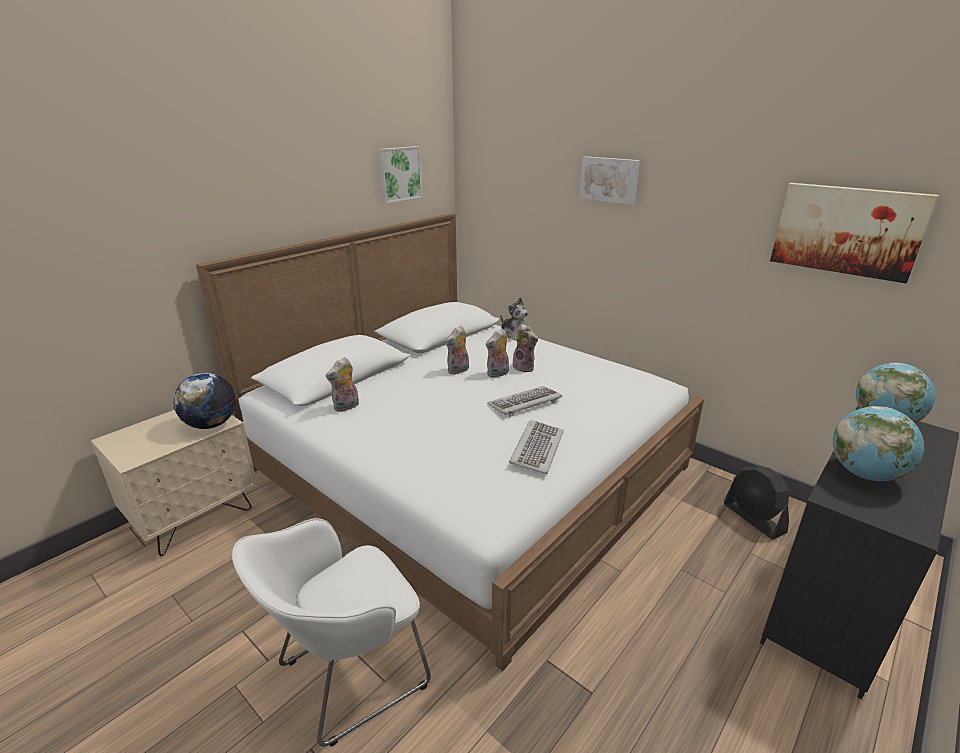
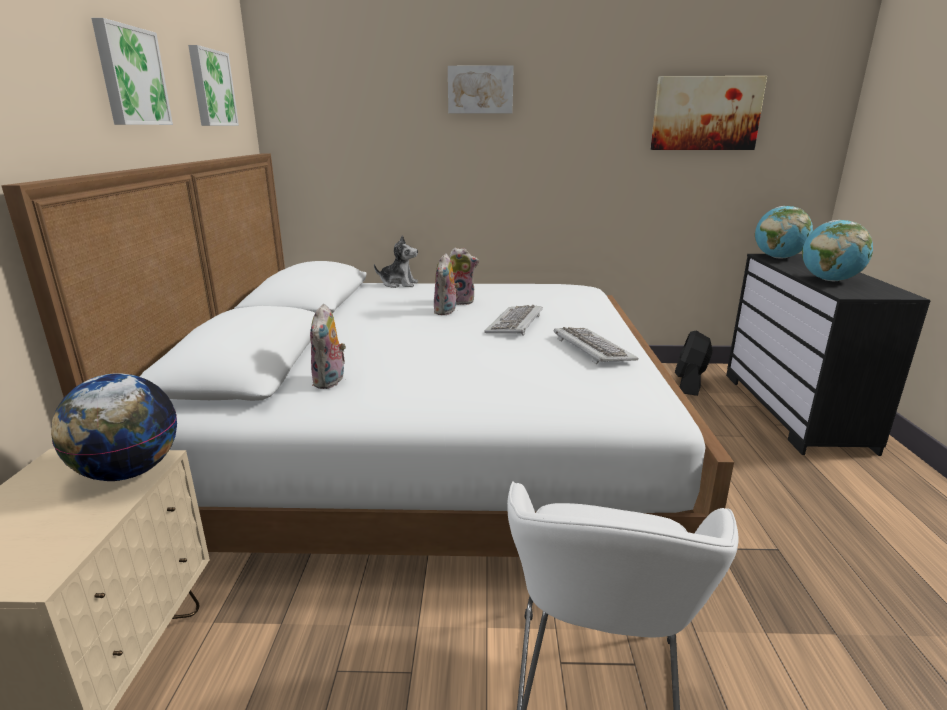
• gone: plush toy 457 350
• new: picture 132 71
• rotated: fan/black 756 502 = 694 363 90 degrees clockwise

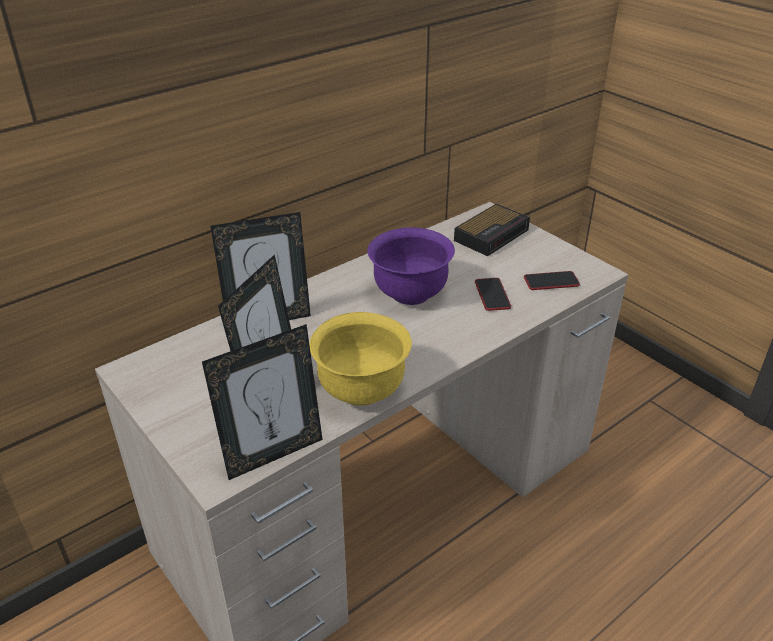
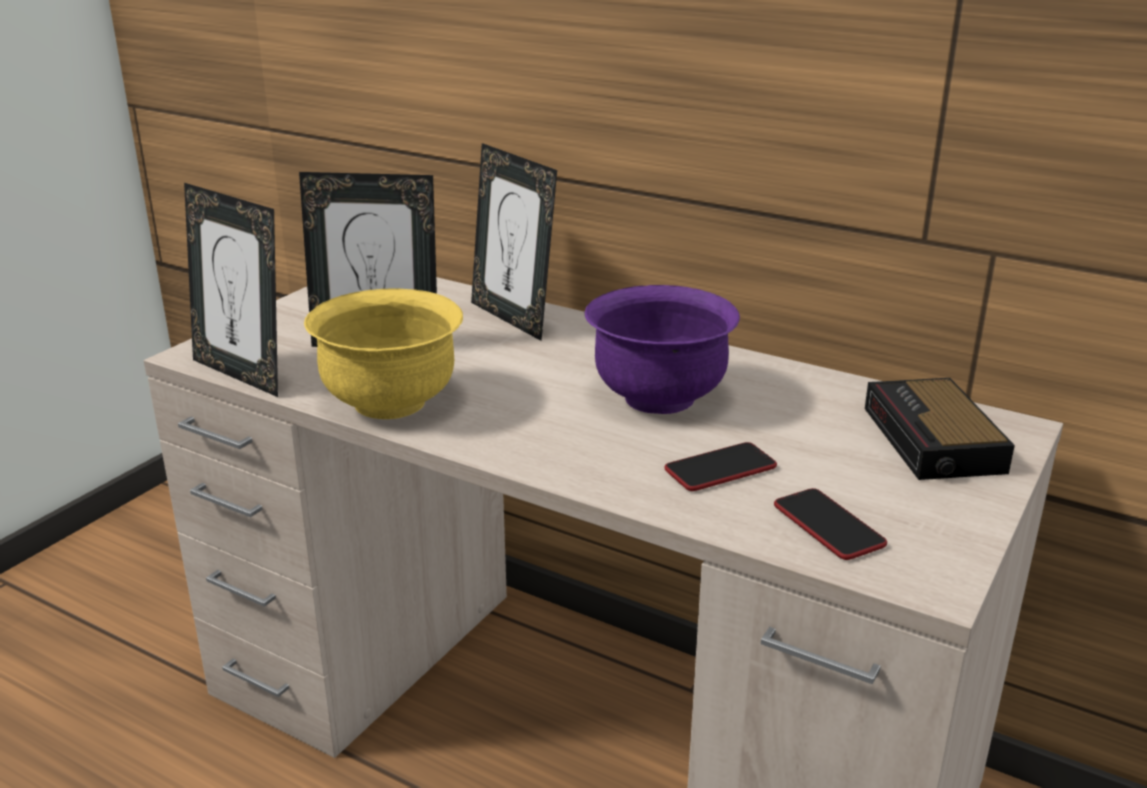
• rotated: bedside clock 492 230 = 940 429 60 degrees clockwise

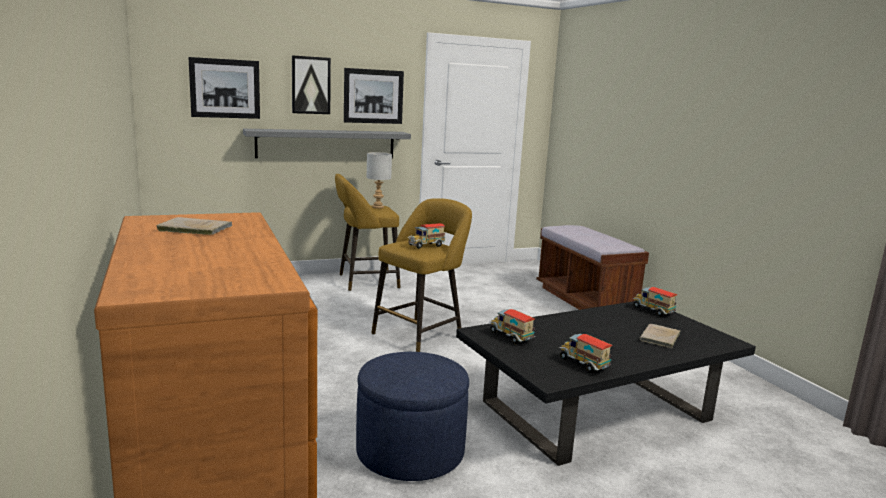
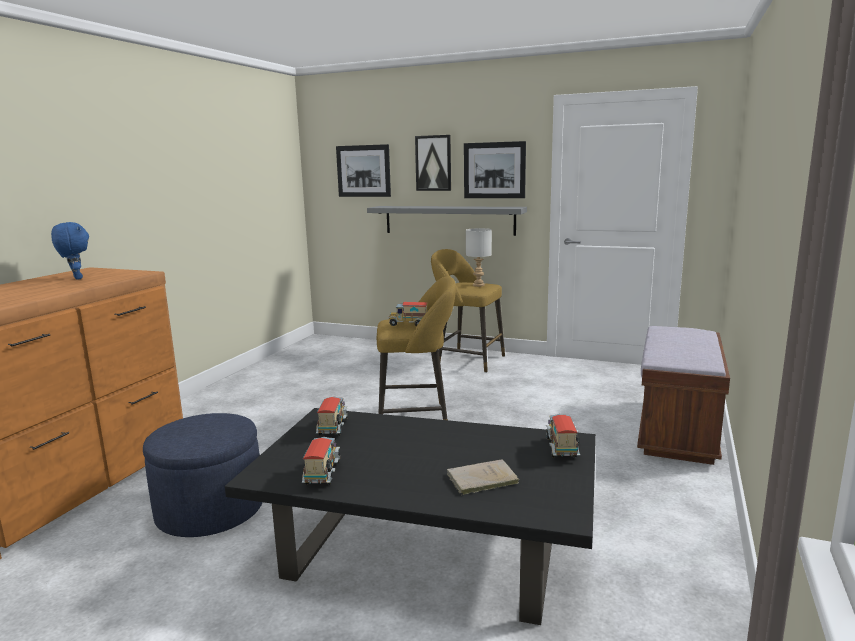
• swapped: book/beige 194 226 to plush toy/bluish 70 251

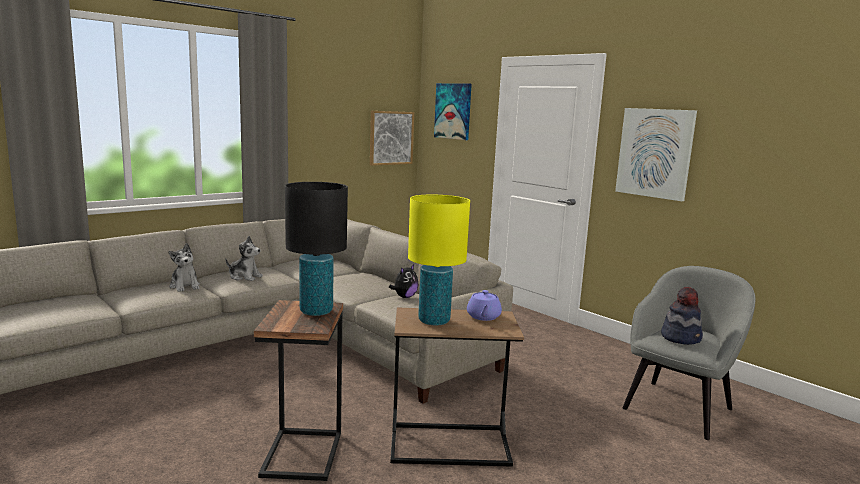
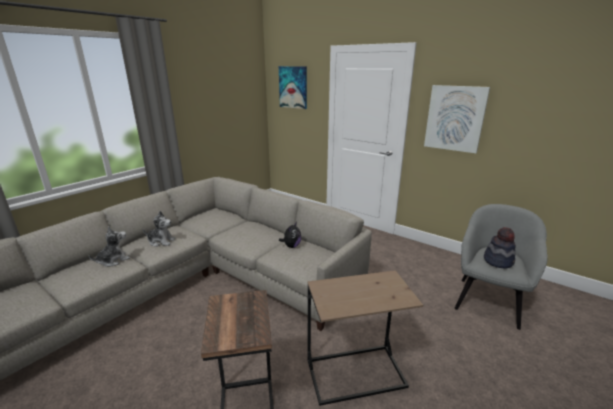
• gone: table lamp/black 316 249
• gone: picture 392 138
• gone: table lamp/yellow 439 260
• gone: tea pot/purplish 484 305
• rotated: plush toy 184 267 = 109 246 90 degrees counterclockwise

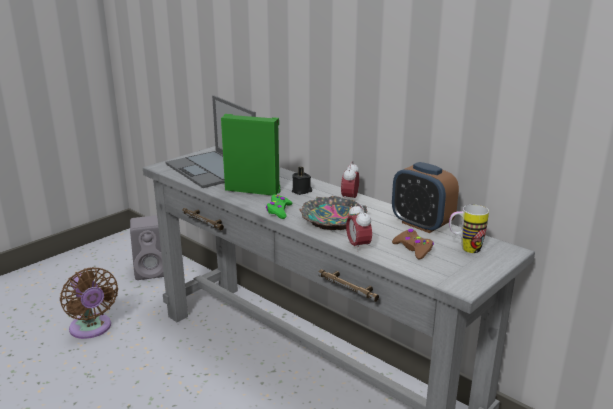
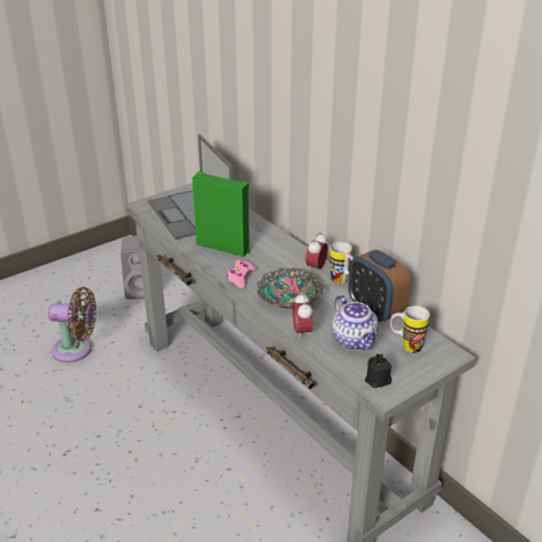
• new: mug 341 263
• shifted: wax light/black 302 181 to 378 370
• swapped: gamepad/brown 413 244 to tea pot 355 322
• repainted: gamepad/greenish 279 207 to gamepad/pinkish 241 274
• rotated: fan/brown 89 303 = 72 325 60 degrees counterclockwise

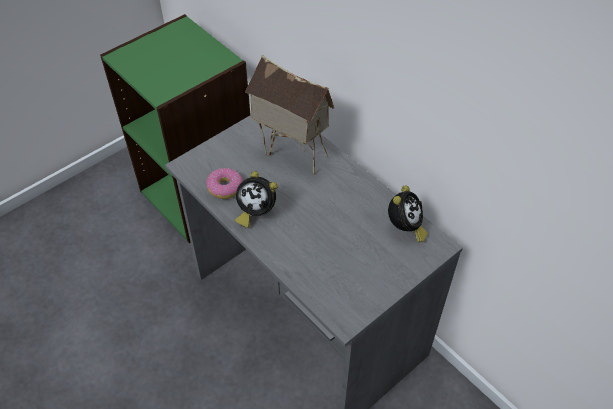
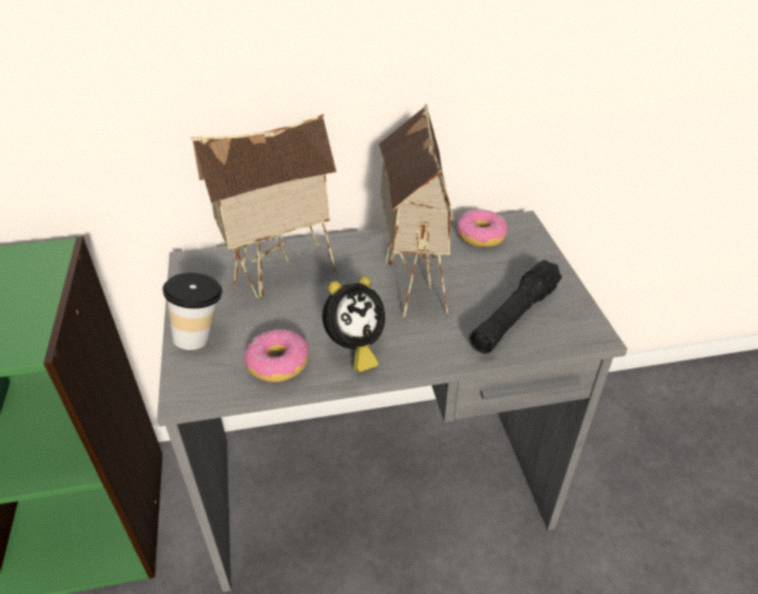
• new: drinking cup 192 311
• new: model house 417 210
• new: torch/black 516 307
• swapped: bedside clock 408 213 to ring doughnut 482 228

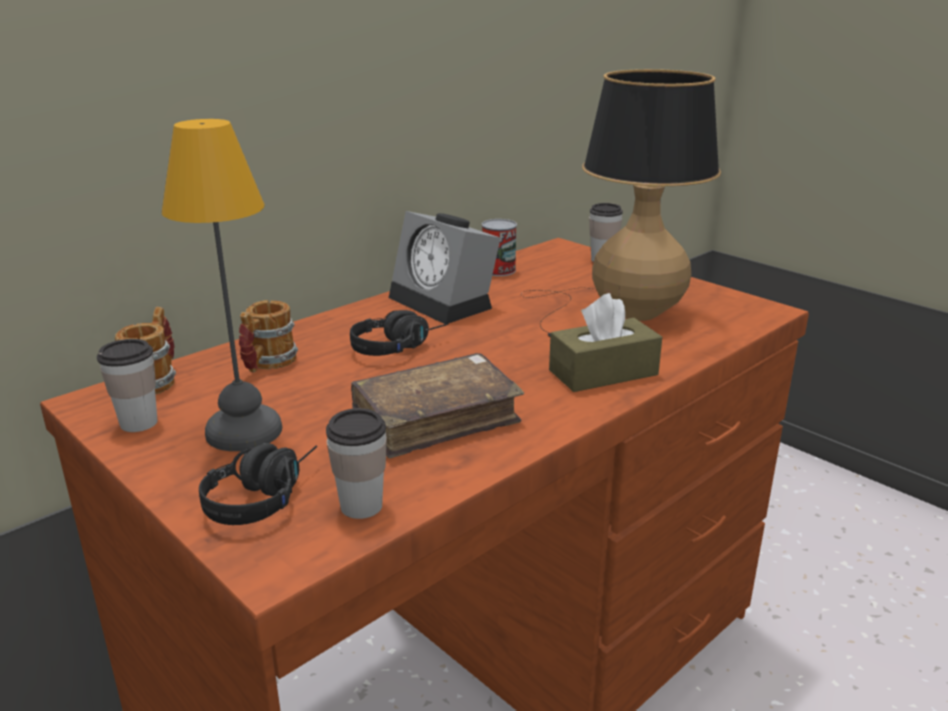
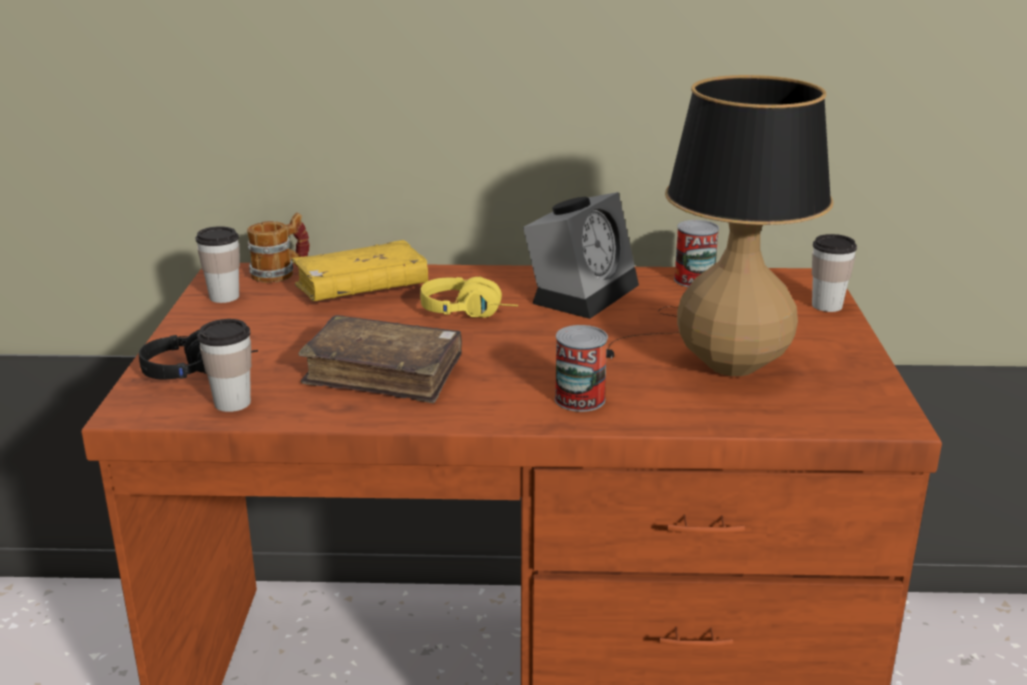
• gone: table lamp 222 285
• swapped: mug 268 336 to book/yellow 360 270
• swapped: box of tissues/brown 605 342 to sealed can 581 368
• repainted: headphones/black 399 333 to headphones/yellow 469 297
• rotated: bedside clock 445 267 = 581 255 150 degrees counterclockwise

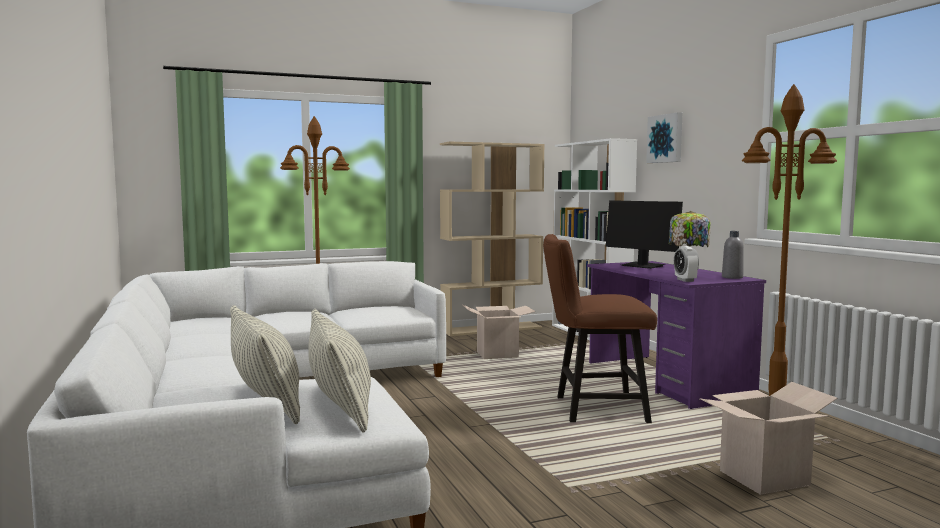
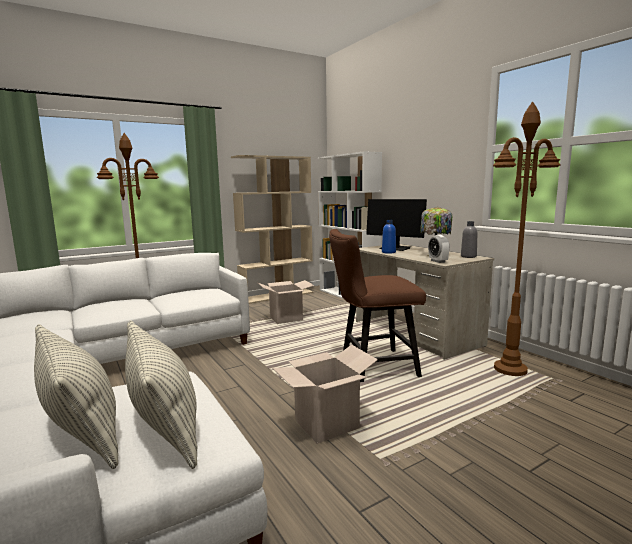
• gone: picture 664 137
• new: beverage bottle/bluish 389 237
• shifted: carton 768 438 to 325 394
• repainted: desk/purplish 676 335 to desk/beige 425 302

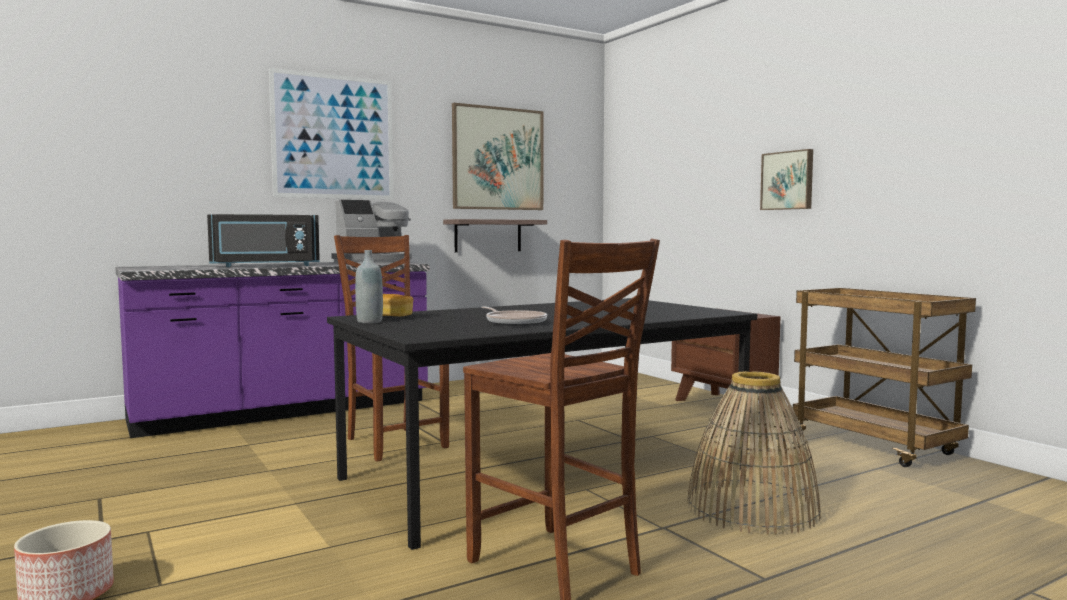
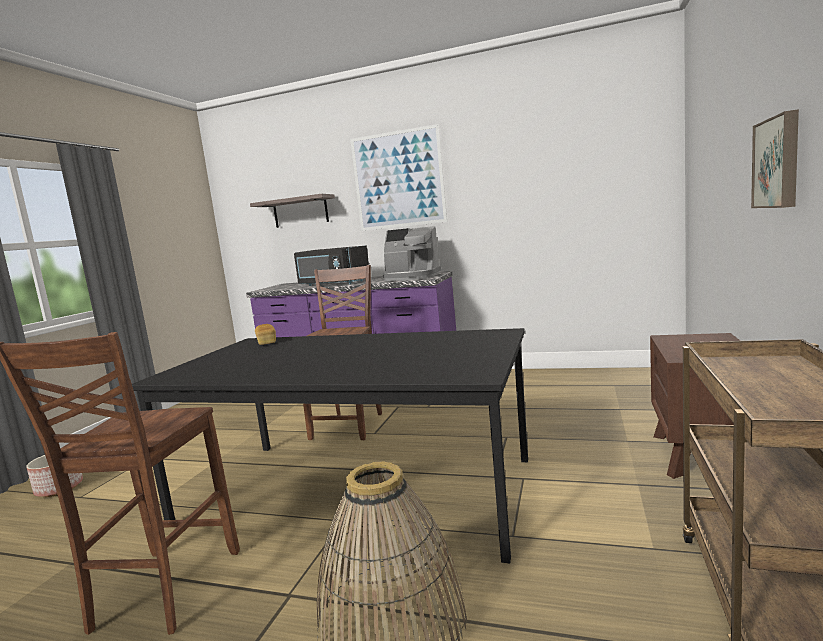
• gone: beverage bottle/greyish 369 286
• gone: picture 497 156
• gone: skillet 514 316
• shifted: bracket shelf 495 235 to 292 211

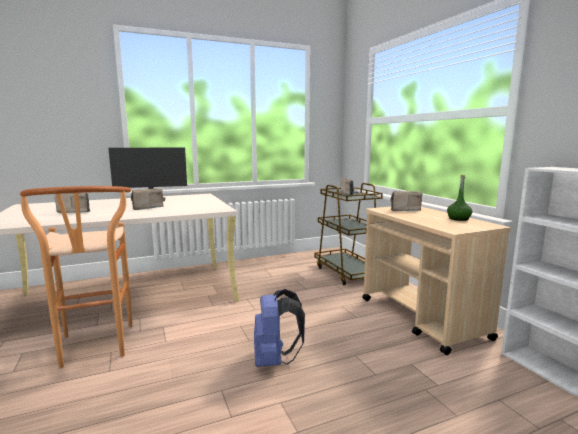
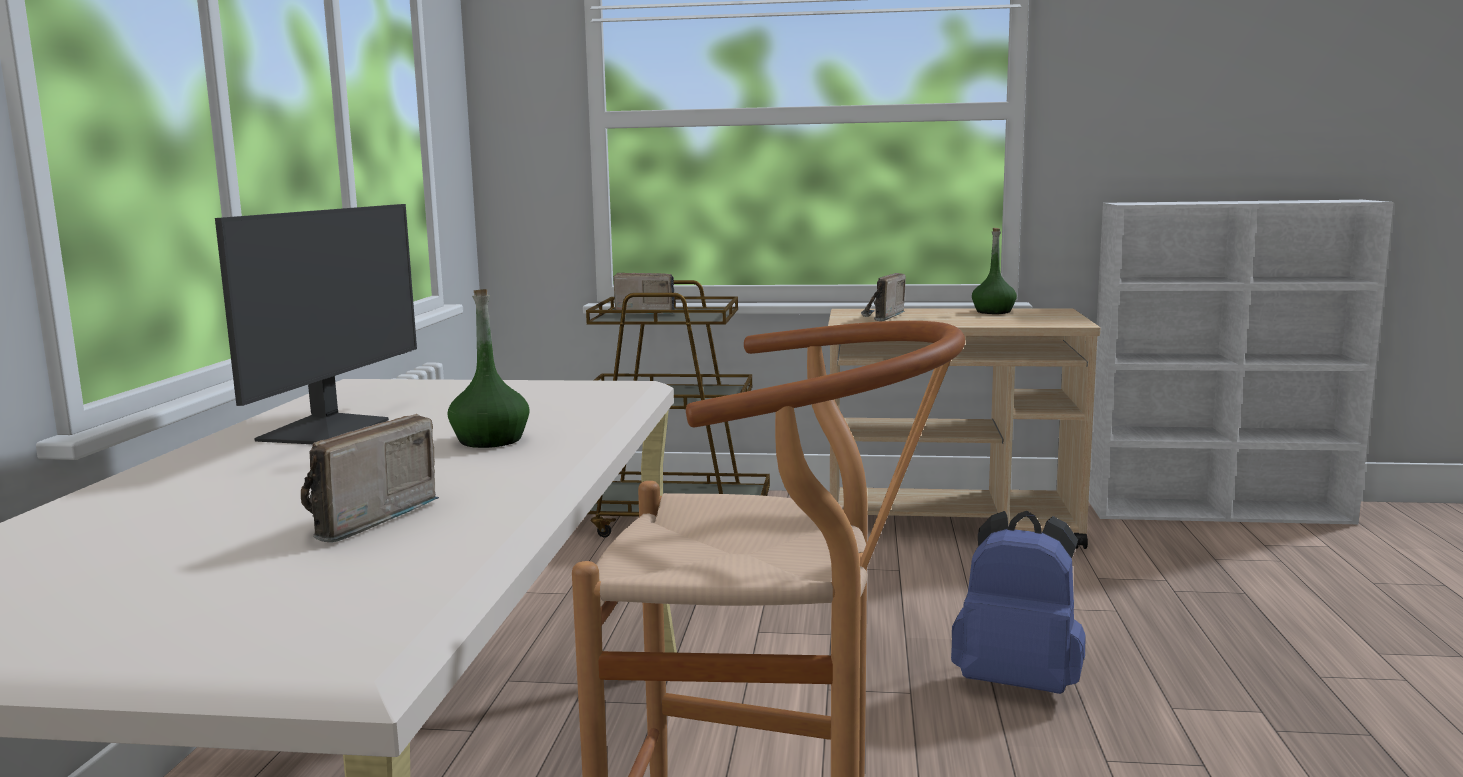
• swapped: radio receiver 147 199 to beverage bottle/greenish 489 368

